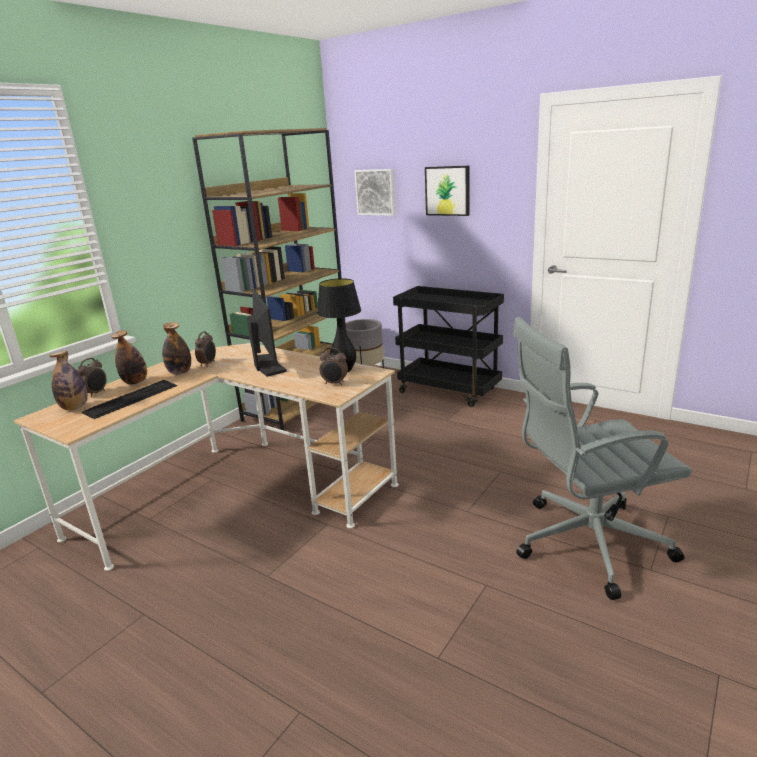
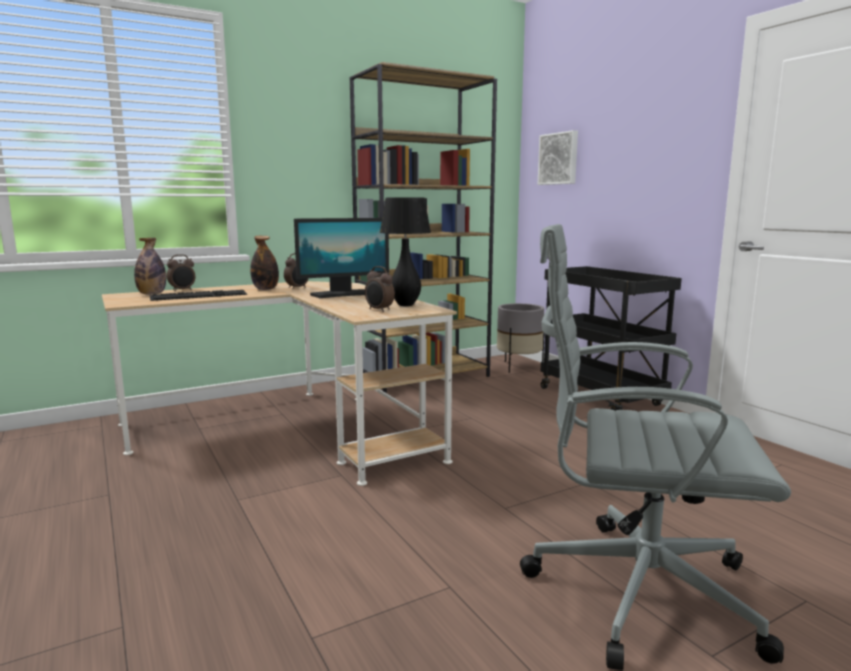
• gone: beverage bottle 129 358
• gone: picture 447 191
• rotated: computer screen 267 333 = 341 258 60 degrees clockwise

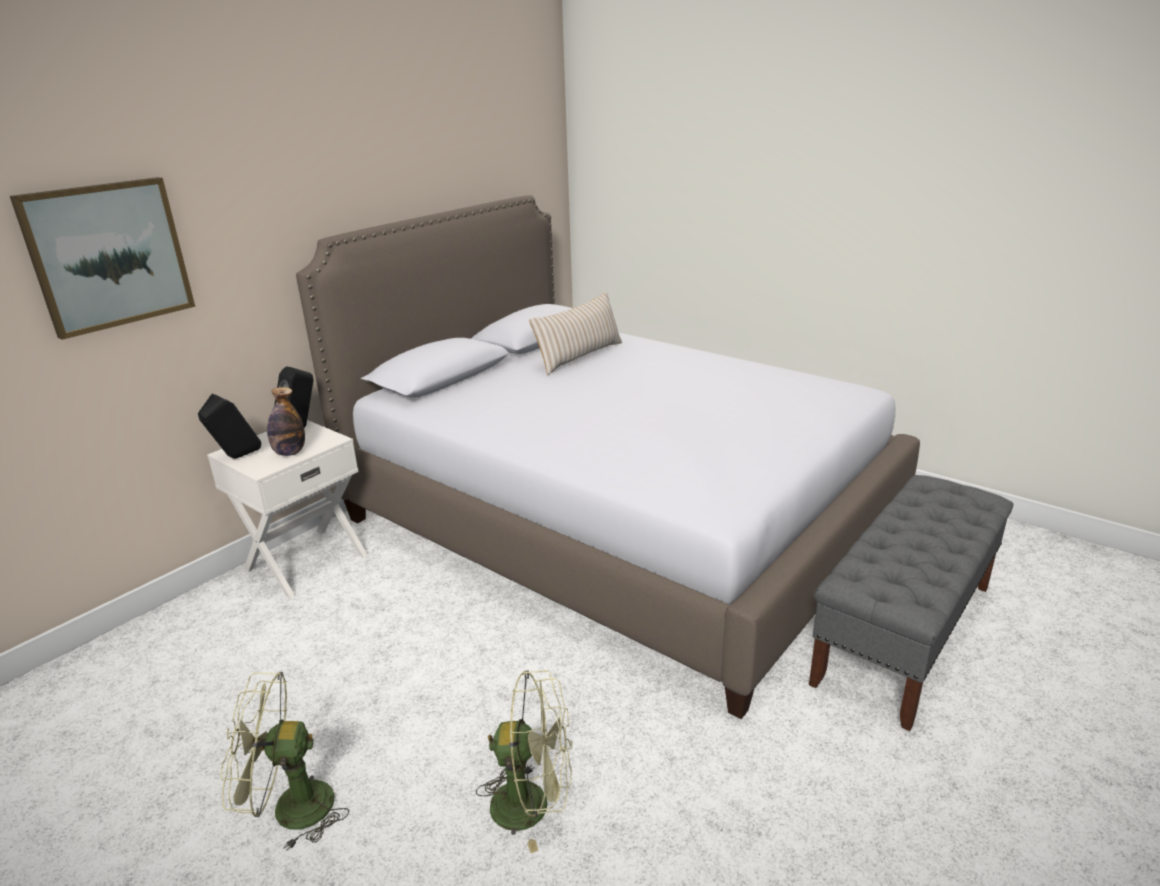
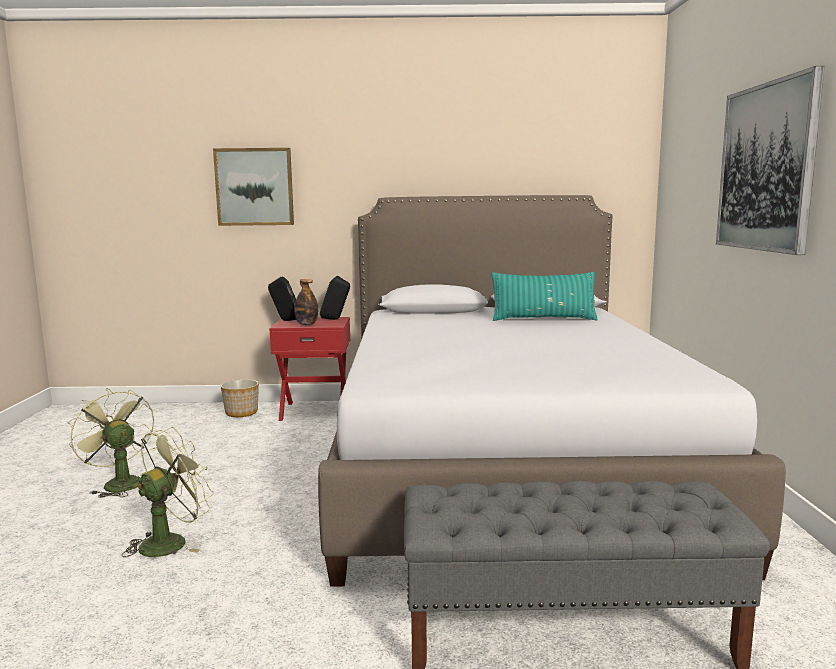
• new: flower pot 240 398
• new: picture 770 160
• repainted: bedside table/white-coloured 287 509 to bedside table/reddish 310 369
• repainted: throw pillow/beige 575 333 to throw pillow/blue-green 544 296
• rotated: fan/greenish 524 761 = 168 492 105 degrees counterclockwise

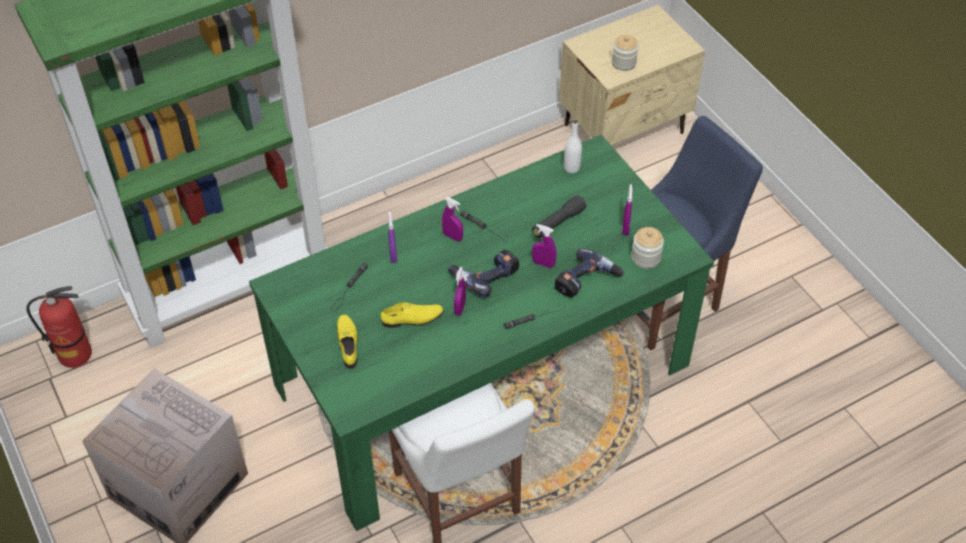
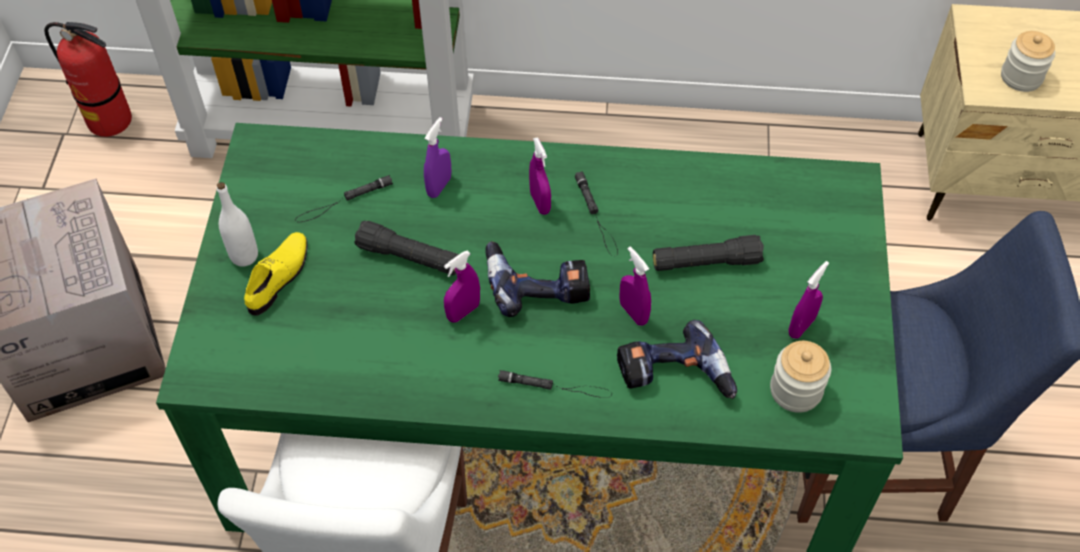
• gone: shoe/yellow 412 315
• new: torch/black 406 248
• shifted: beverage bottle/white-coloured 573 146 to 237 224

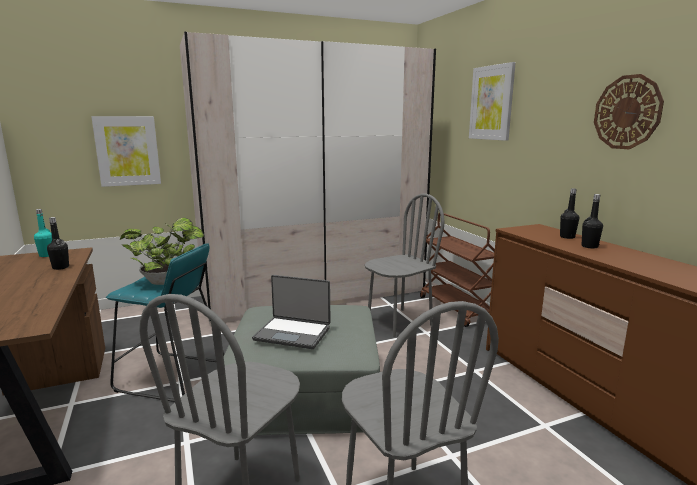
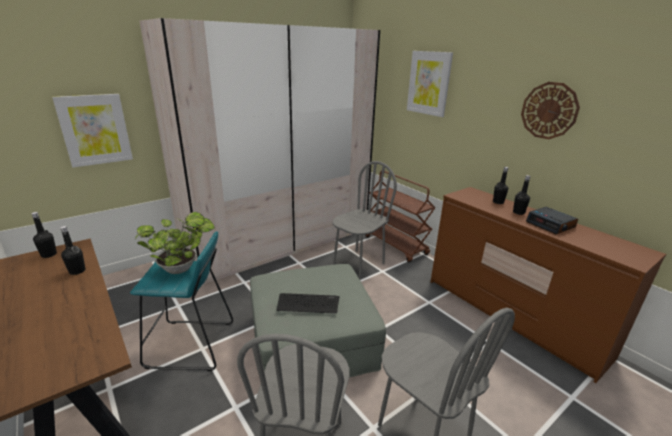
• new: bedside clock 552 220
• swapped: notebook computer 291 312 to computer keyboard 308 303
• repainted: beverage bottle/blue-green 43 233 to beverage bottle/black 44 235

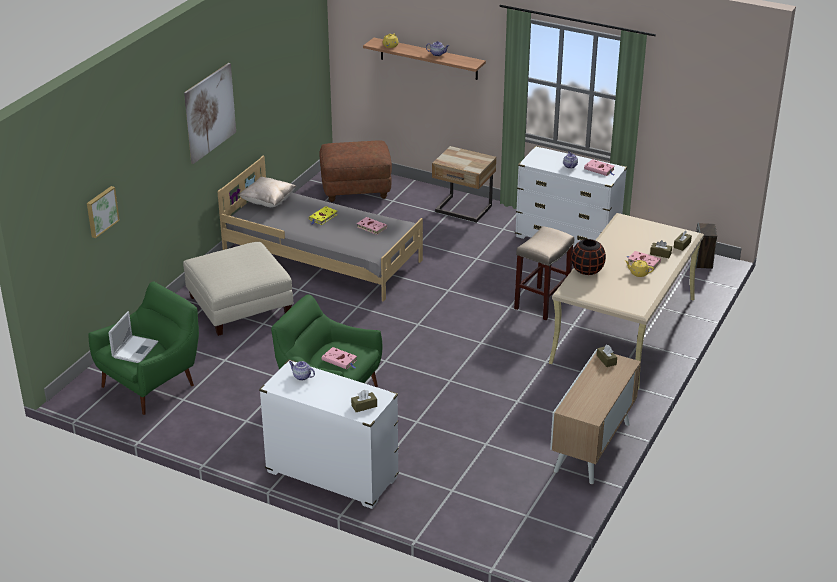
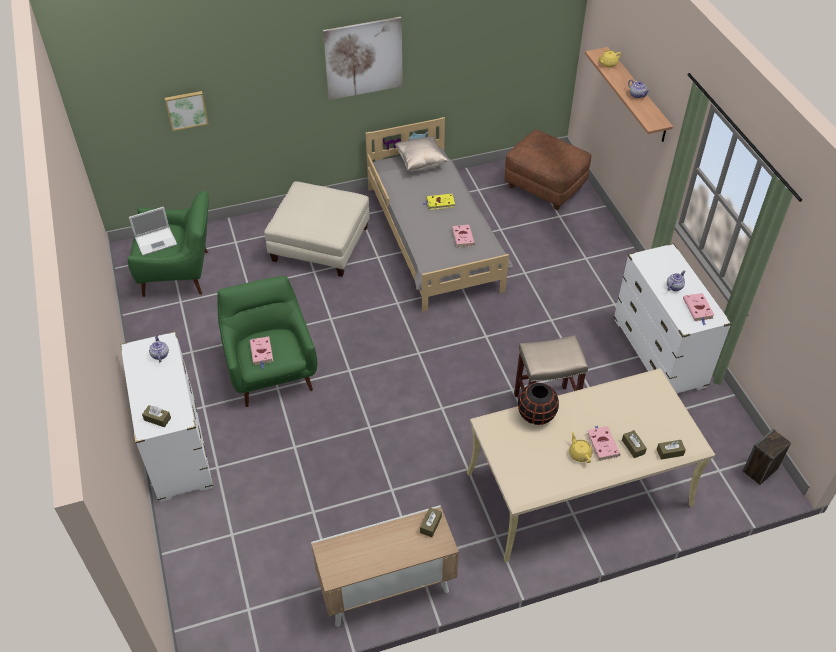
• gone: bedside table/beige 464 184

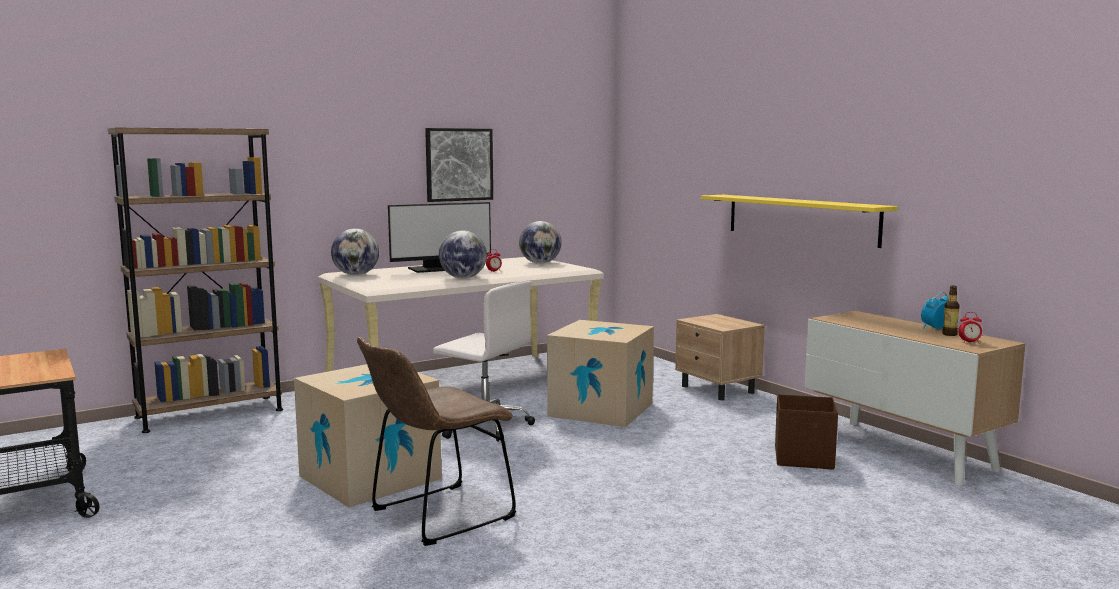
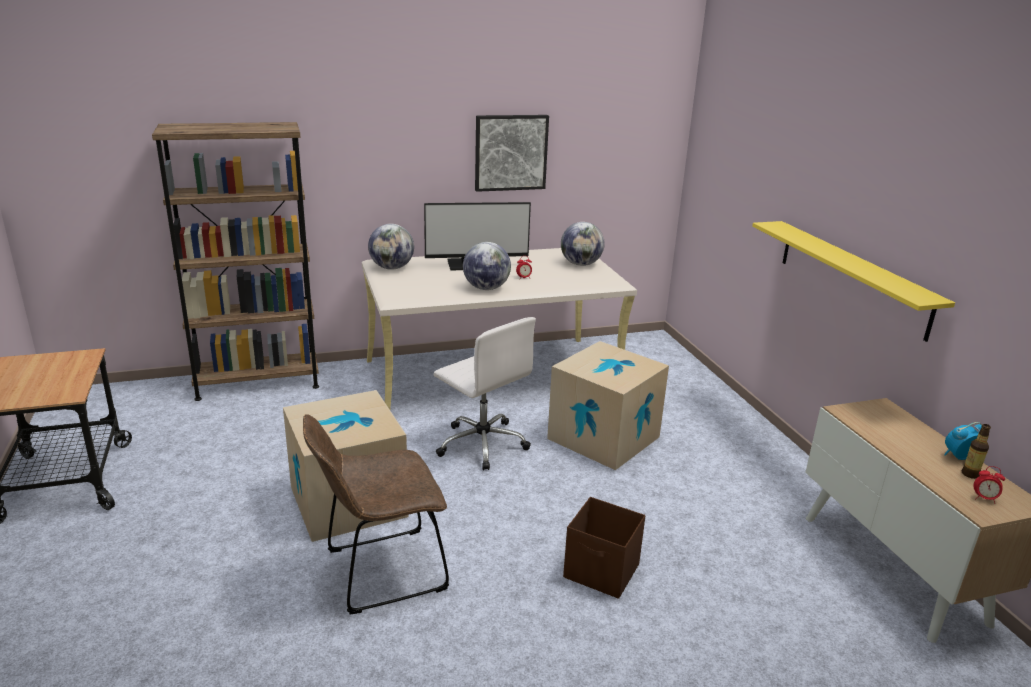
• gone: bedside table/beige 720 357
• shifted: storage box/brown 806 432 to 604 548

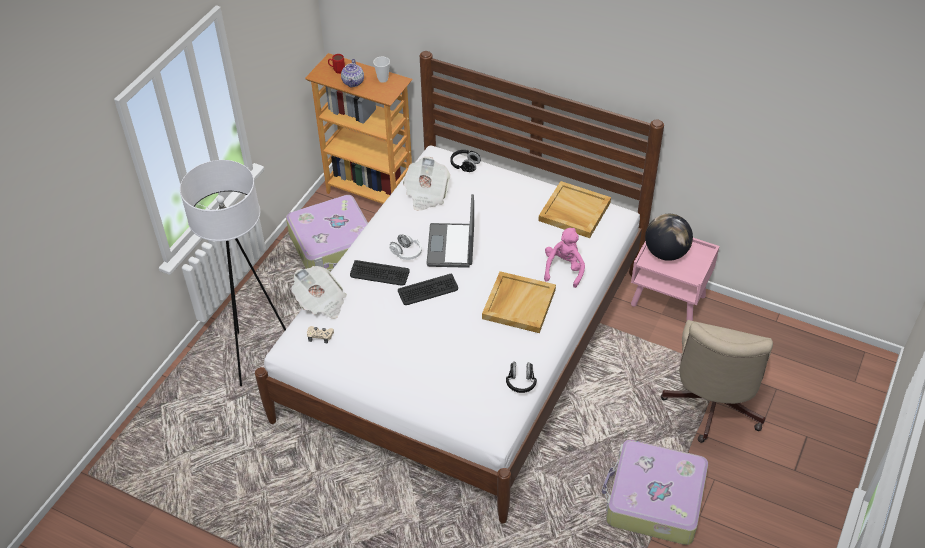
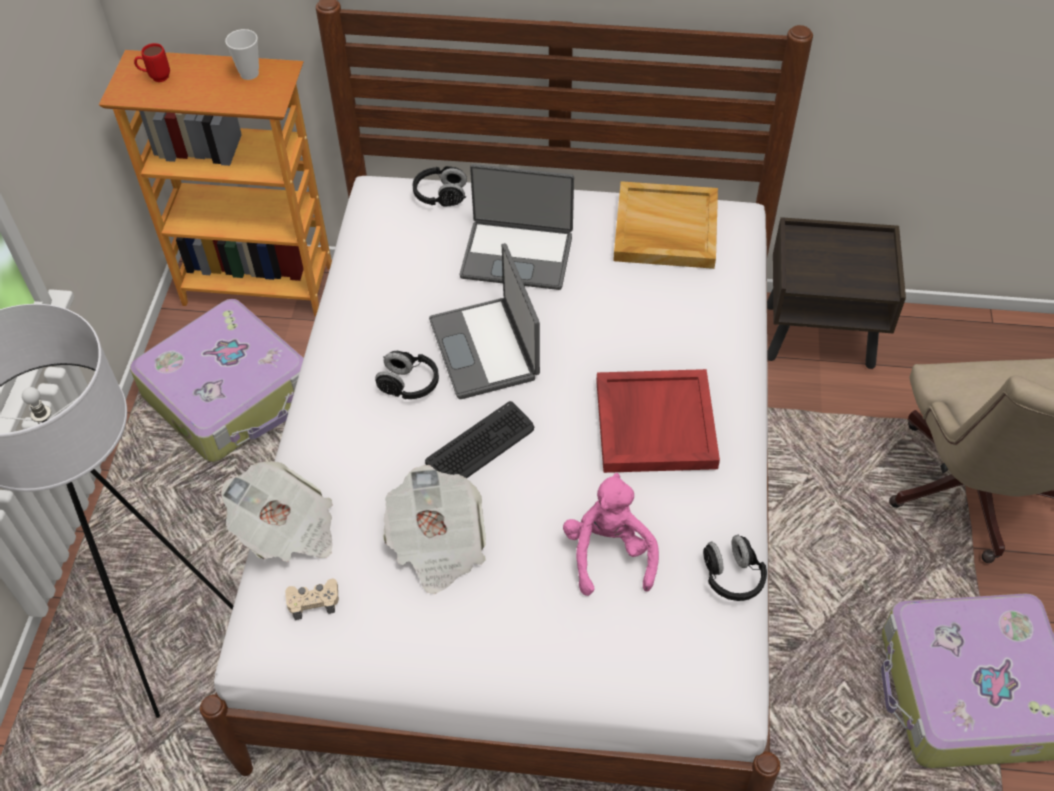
• gone: tea pot 352 73
• gone: computer keyboard 380 273
• gone: world globe 669 237
• new: notebook computer 516 227
• shifted: newspaper 426 184 to 434 529
• shifted: plush toy/pinkish 564 258 to 611 534
• repainted: headphones/white-coloured 405 247 to headphones/black 407 374
• repainted: tray/beige 519 302 to tray/reddish 658 421
• repainted: bedside table/pinkish 675 279 to bedside table/brown 836 293

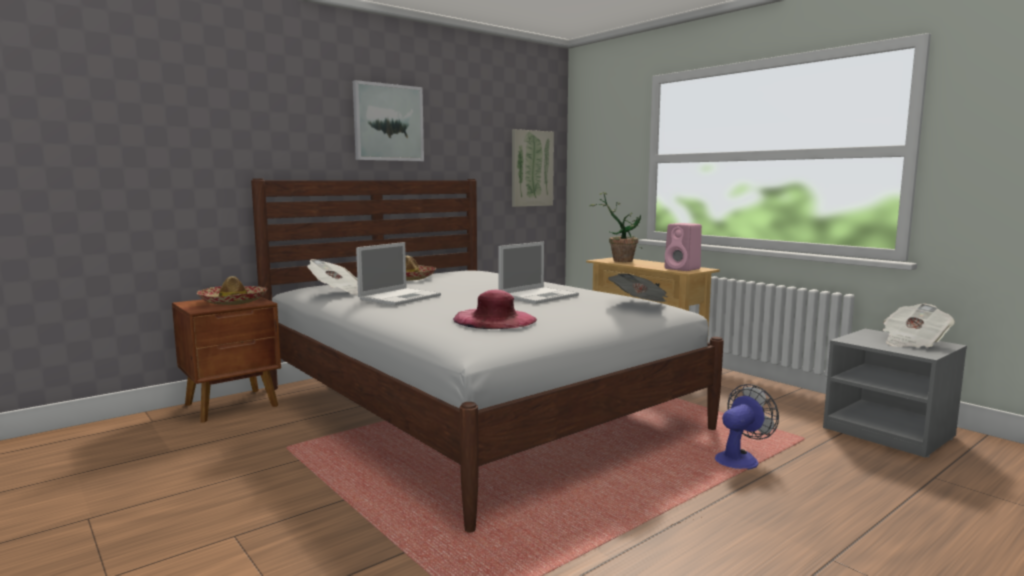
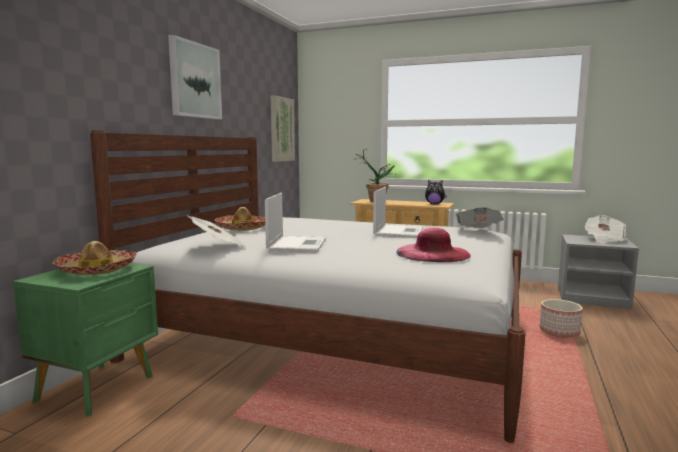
• swapped: audio speaker/pinkish 683 247 to plush toy 436 192
• swapped: fan 747 427 to flower pot 561 318
• repainted: bedside table/brown 226 360 to bedside table/greenish 85 340

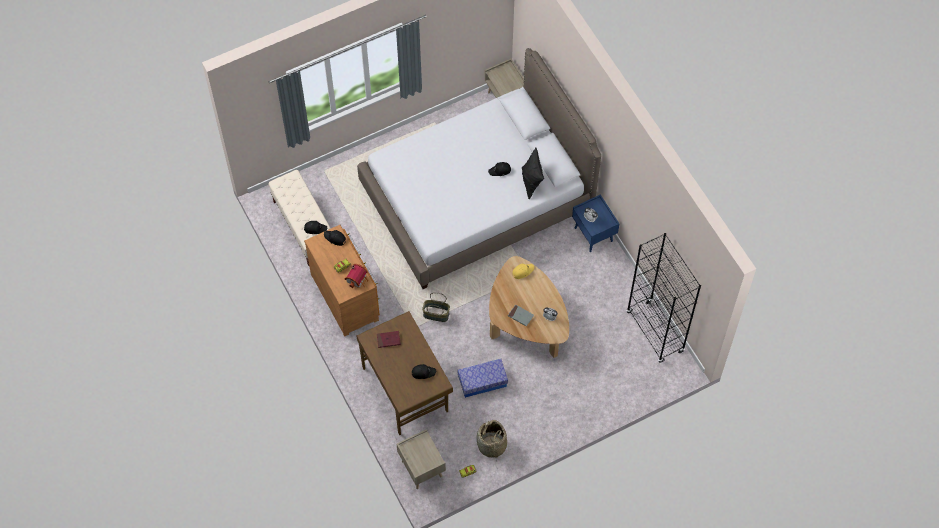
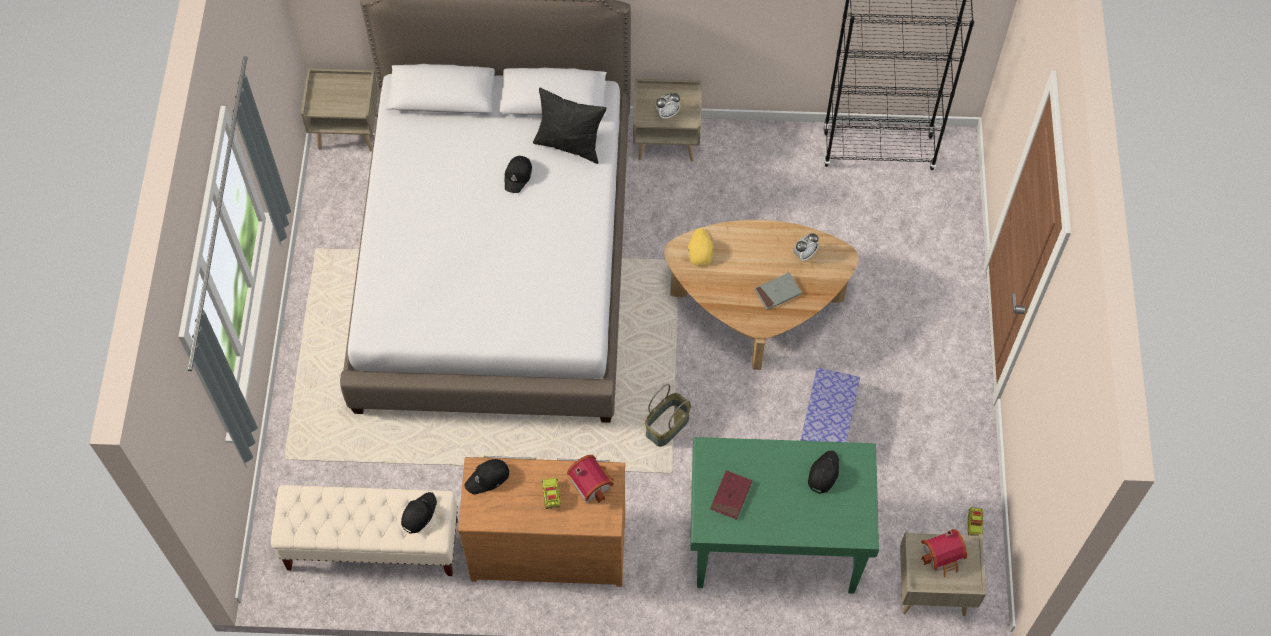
• gone: storage basket 492 439
• new: model house 944 553
• repainted: desk/brown 404 373 to desk/greenish 784 515
• repainted: bedside table/bluish 595 223 to bedside table/beige 667 120

